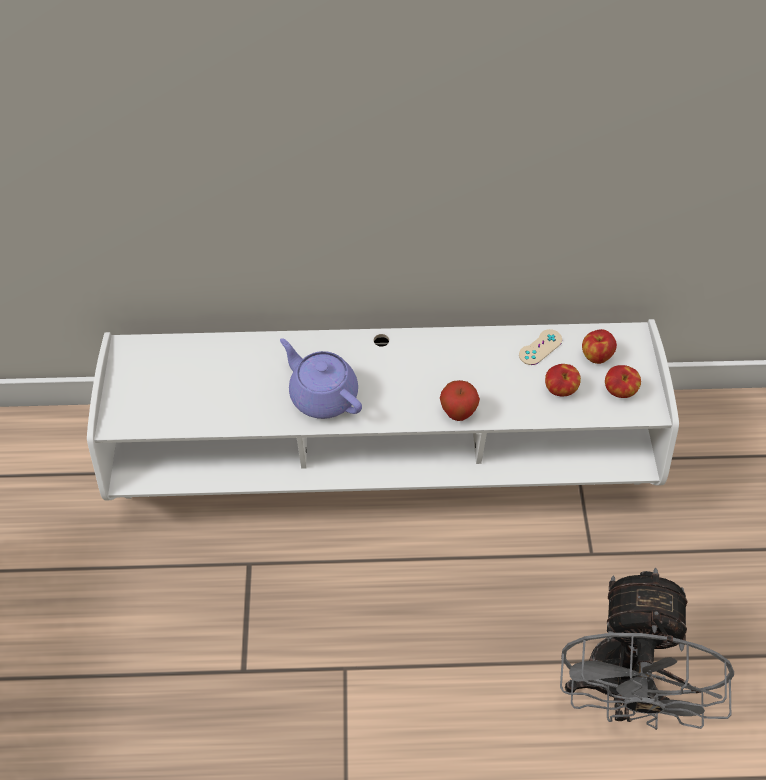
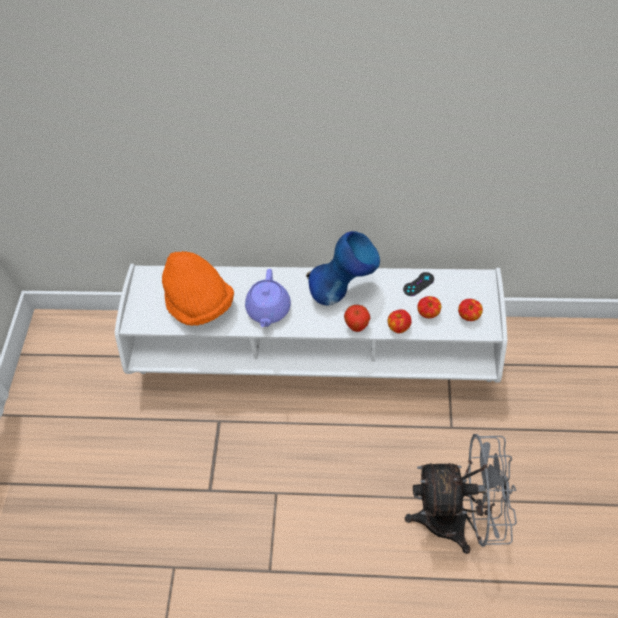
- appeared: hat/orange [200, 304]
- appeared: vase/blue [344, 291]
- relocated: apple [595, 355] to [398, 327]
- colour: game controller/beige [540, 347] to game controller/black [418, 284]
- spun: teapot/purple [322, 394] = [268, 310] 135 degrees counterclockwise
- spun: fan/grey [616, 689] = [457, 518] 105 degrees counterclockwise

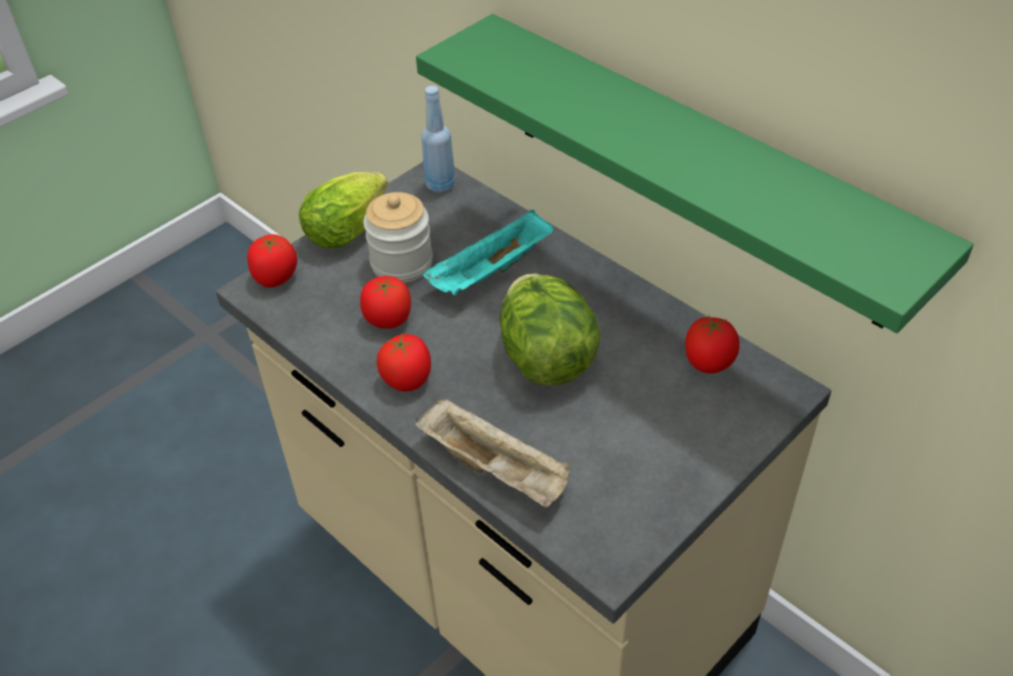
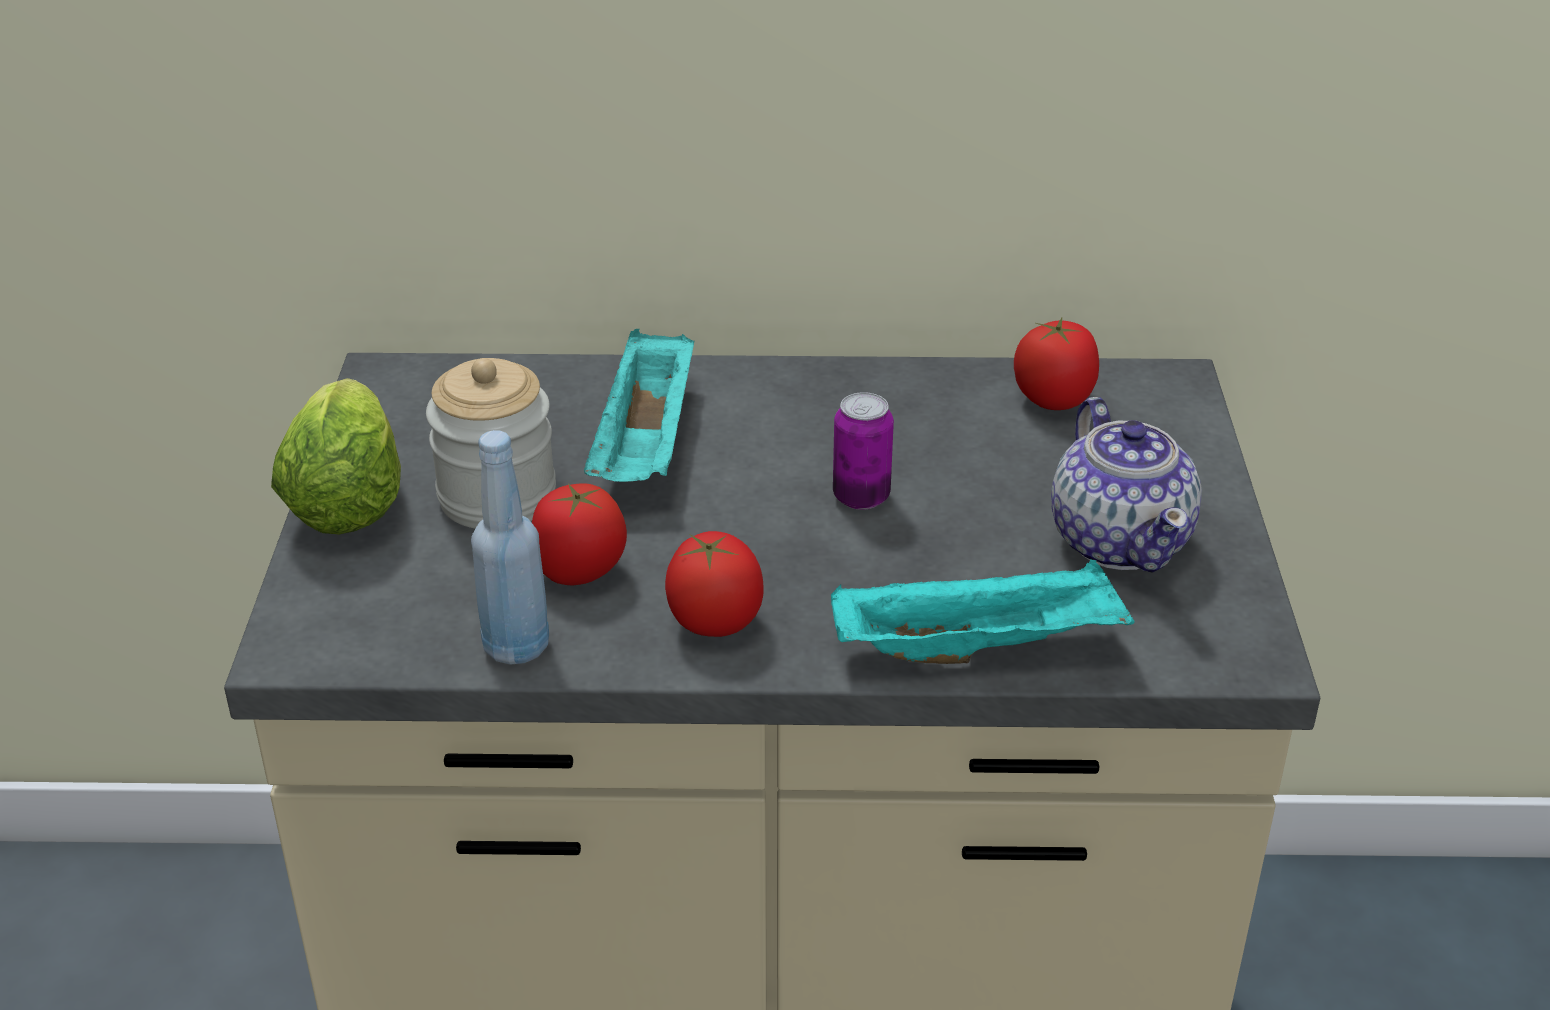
- missing: tomato [275, 278]
- missing: shelf/green [694, 168]
- appeared: teapot [1120, 540]
- relocated: bottle/blue [440, 185] to [516, 646]
- exchanged: lettuce [546, 358] to can [861, 497]
- colour: tray/beige [496, 469] to tray/turquoise [980, 646]

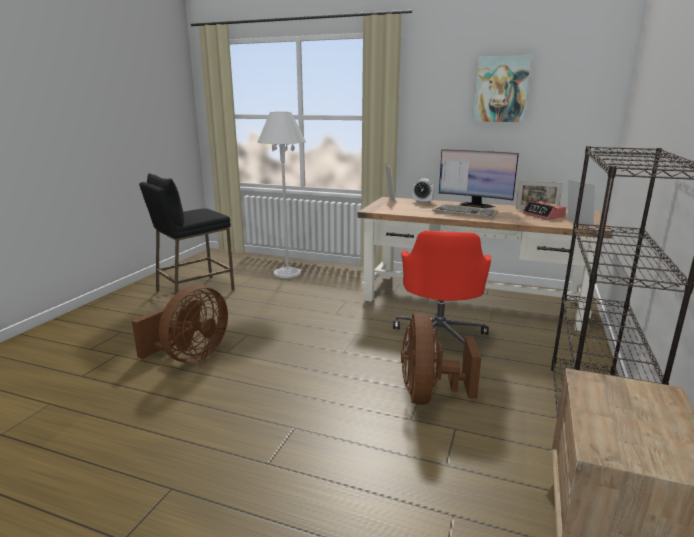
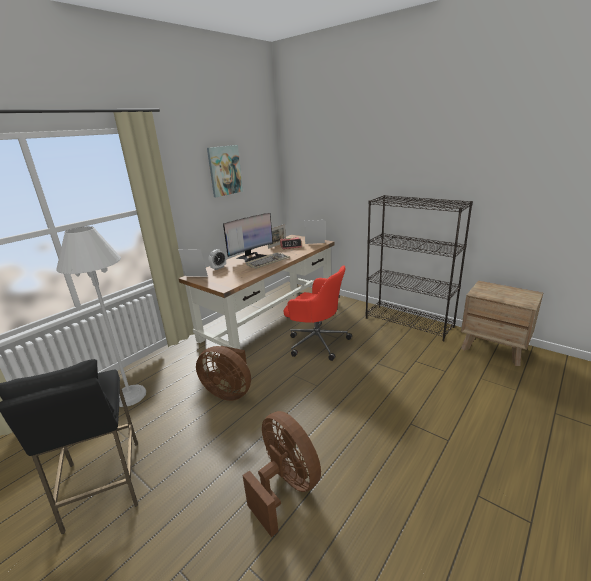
- relocated: fan/brown [429, 395] to [229, 392]

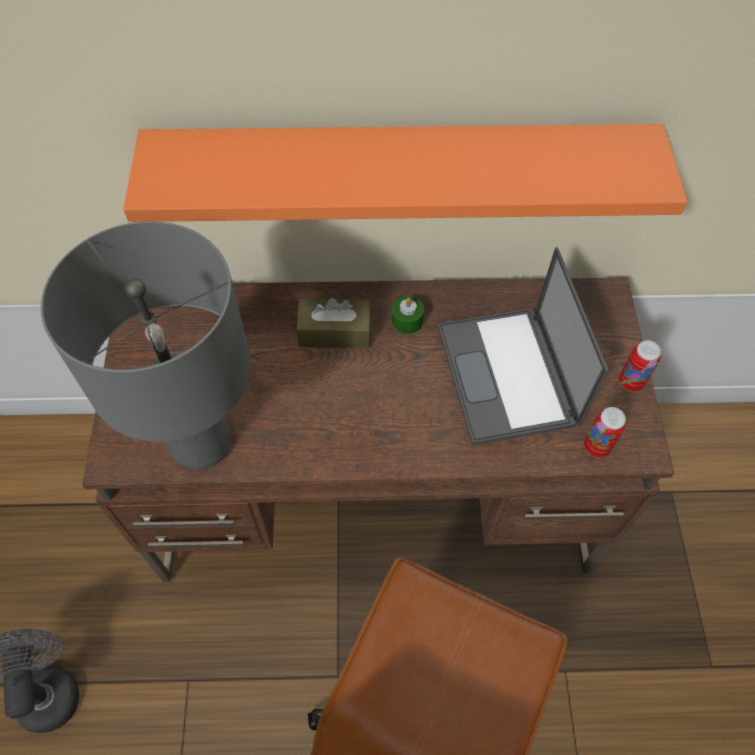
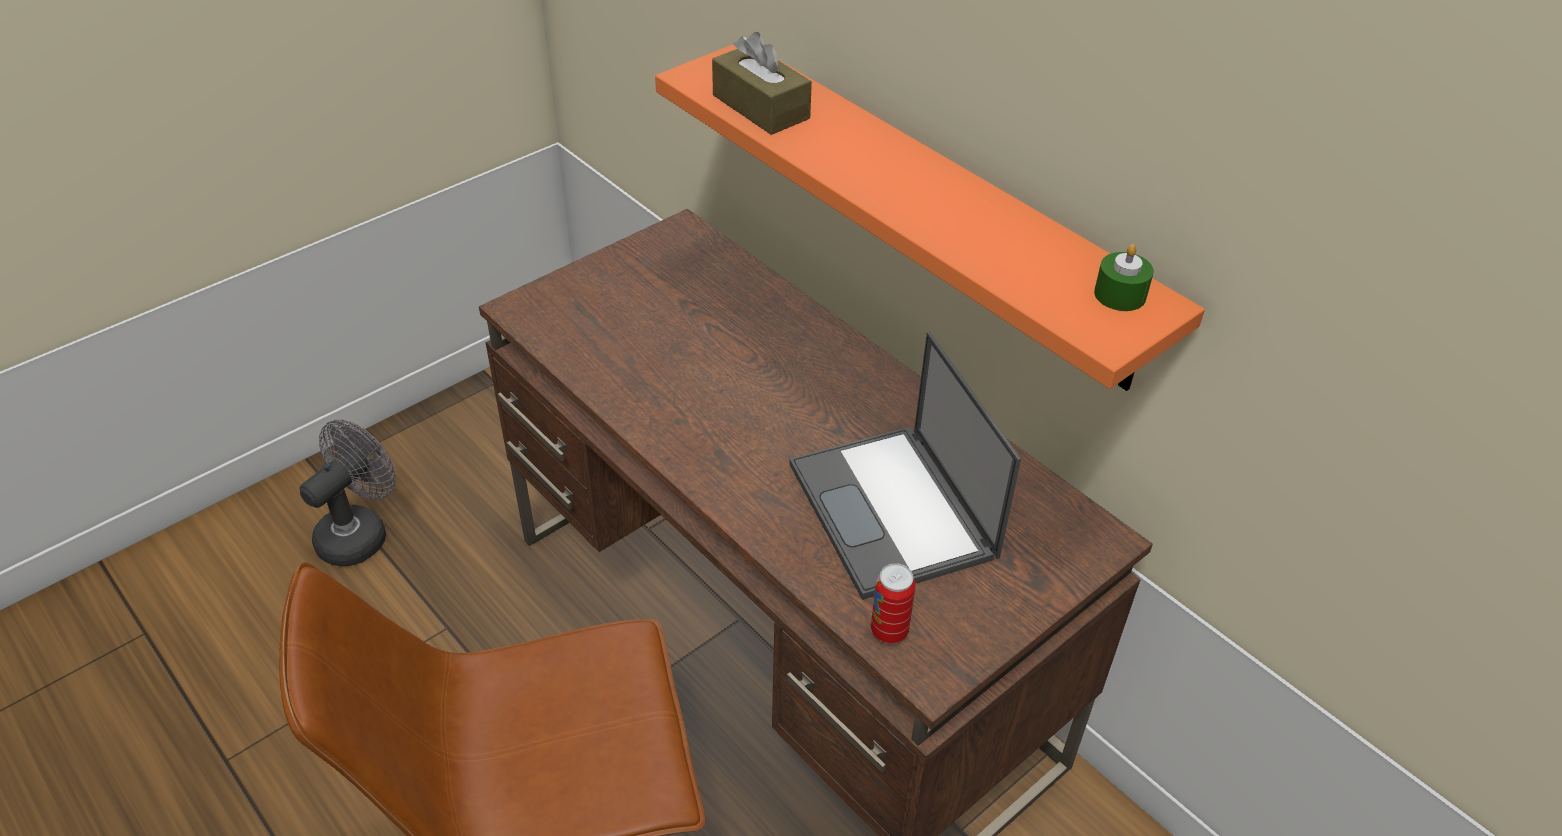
- missing: table lamp/grey [202, 444]
- missing: can [630, 382]
- relocated: tissue box/brown [335, 332] to [761, 107]
- relocated: candle/green [407, 320] to [1120, 294]
- spun: laptop [508, 376] = [894, 512] 60 degrees counterclockwise

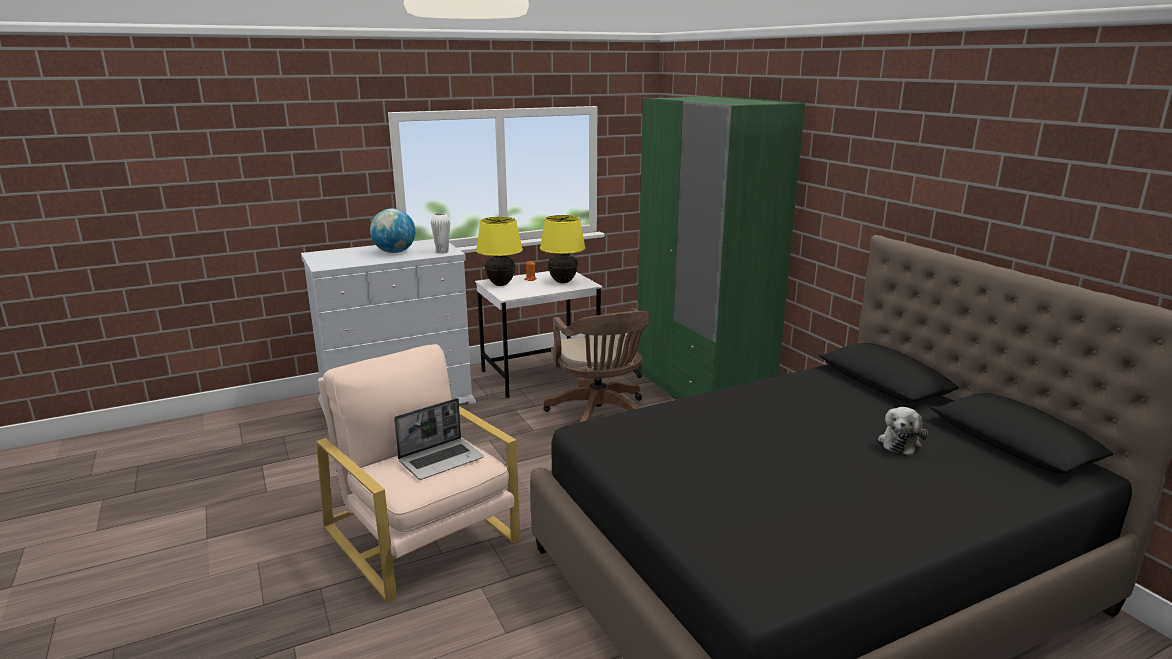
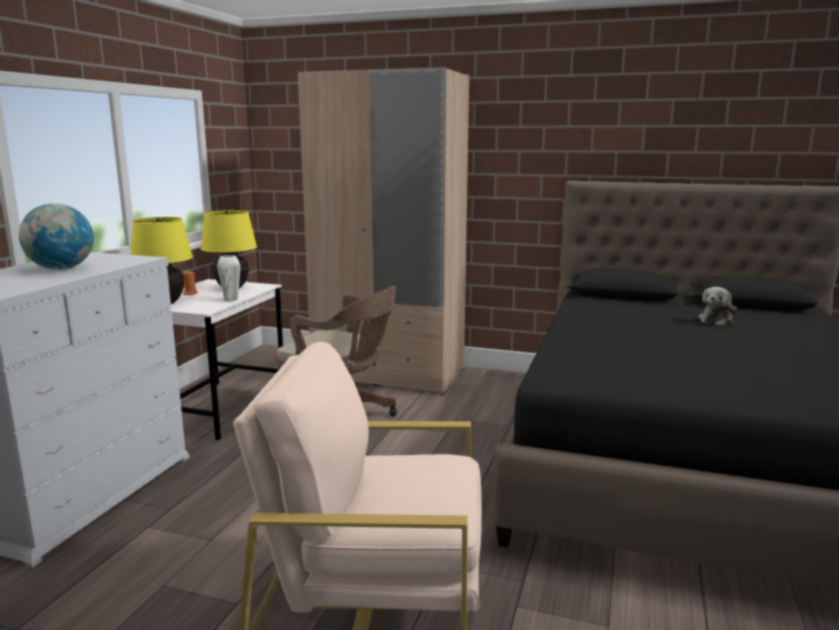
- missing: laptop [441, 460]
- relocated: vase/white [442, 252] to [231, 299]
- colour: wardrobe/green [701, 391] to wardrobe/beige [389, 373]
- spun: plush toy [900, 442] = [717, 320] 60 degrees clockwise

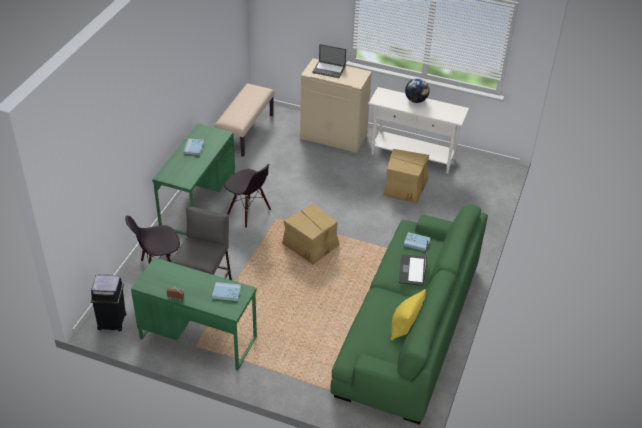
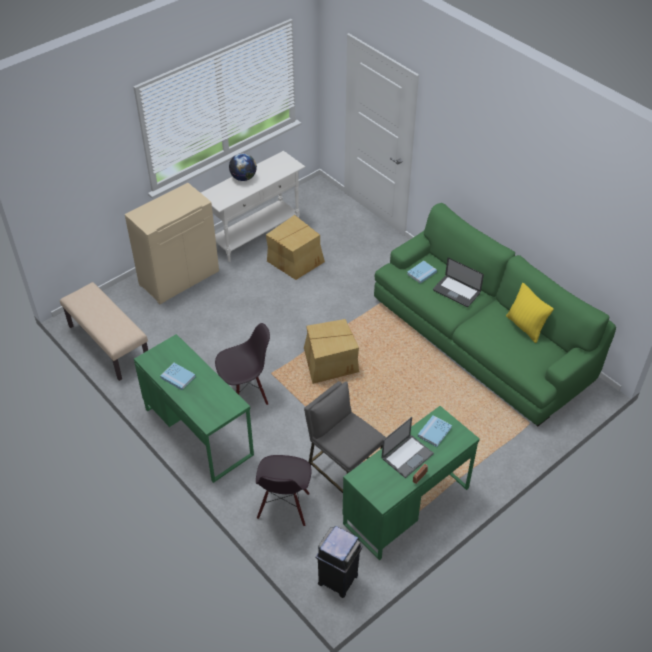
- relocated: laptop [329, 69] to [407, 455]

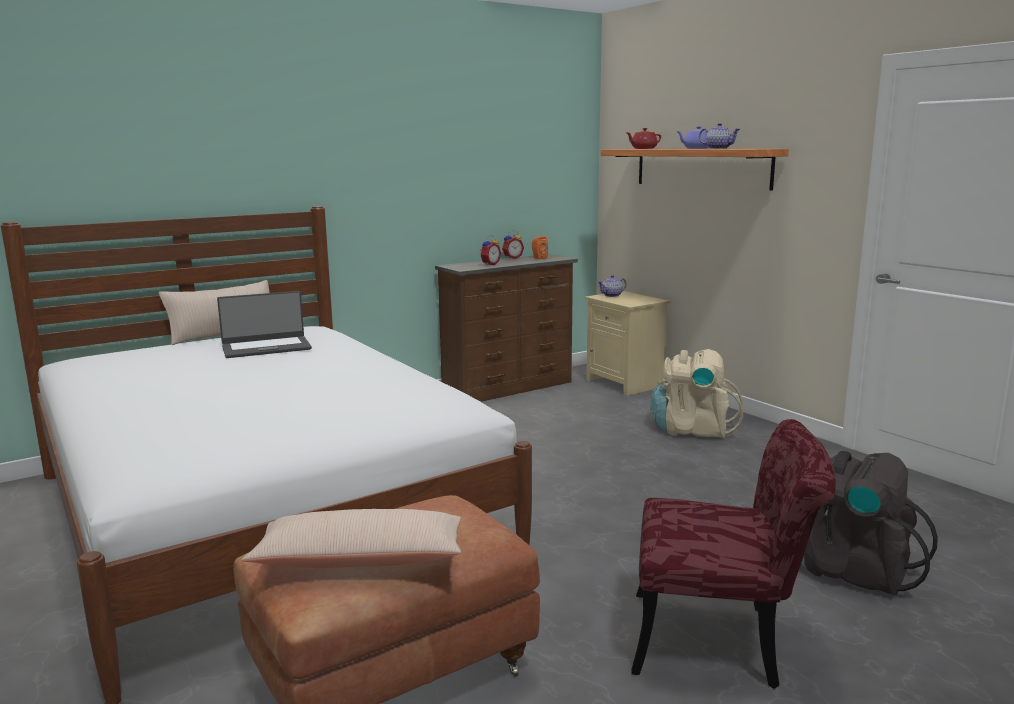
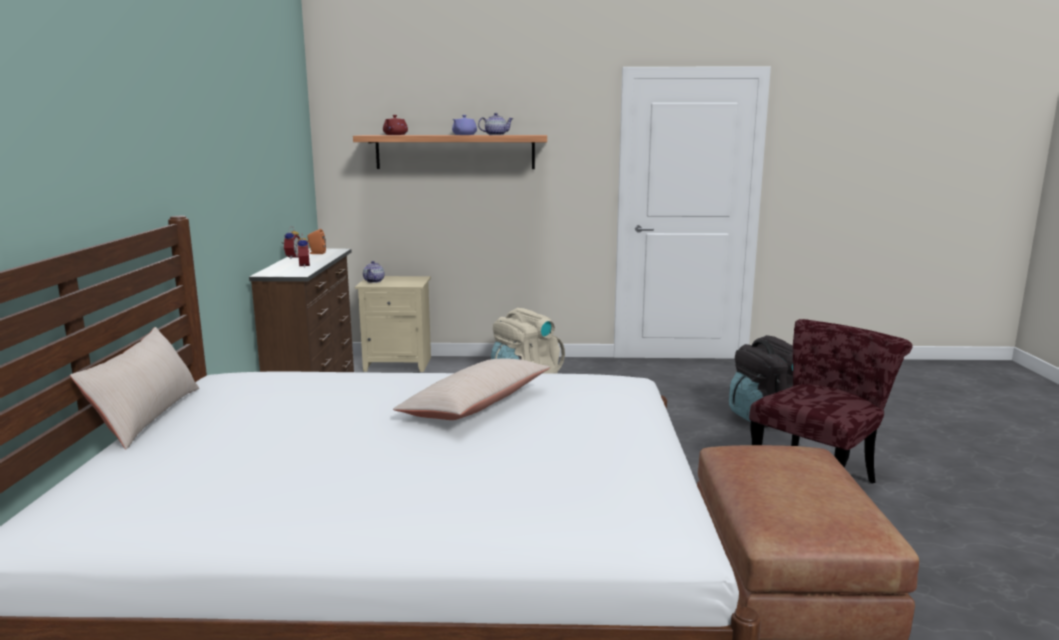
- missing: laptop [266, 347]
- relocated: pillow/beige [360, 560] to [476, 405]

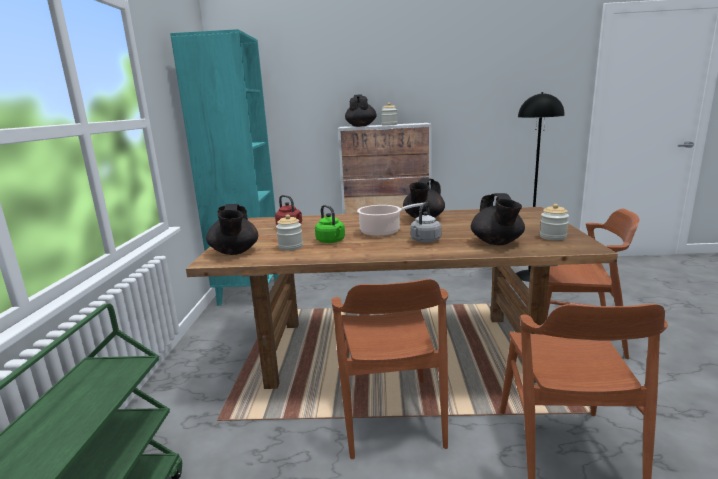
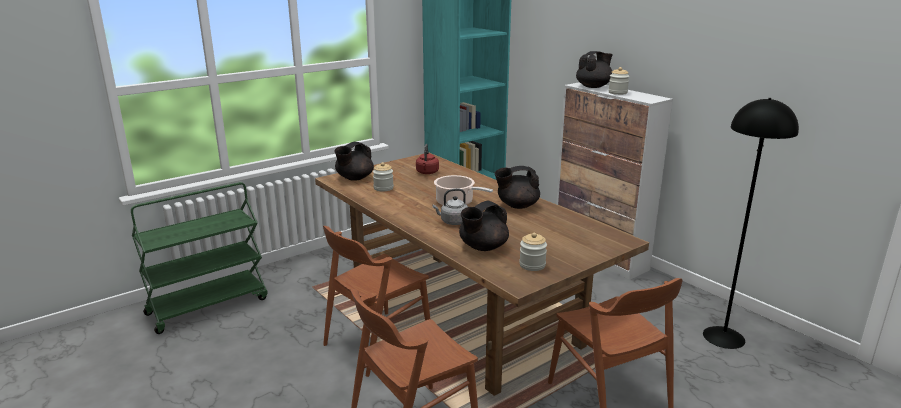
- missing: kettle/green [331, 241]

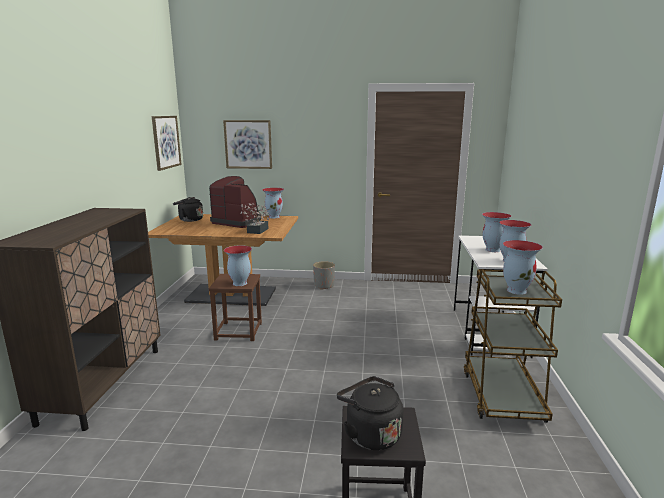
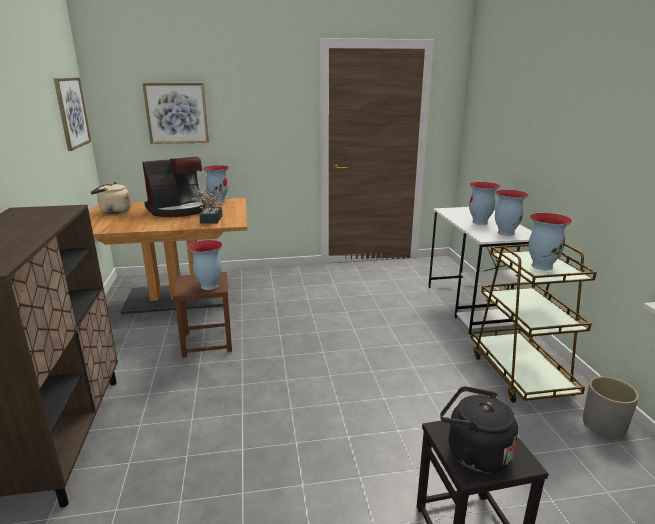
- relocated: planter/grey [324, 286] to [603, 425]
- colour: kettle/black [189, 220] to kettle/beige [113, 211]
- spun: coffee machine [237, 222] = [178, 210] 135 degrees clockwise

